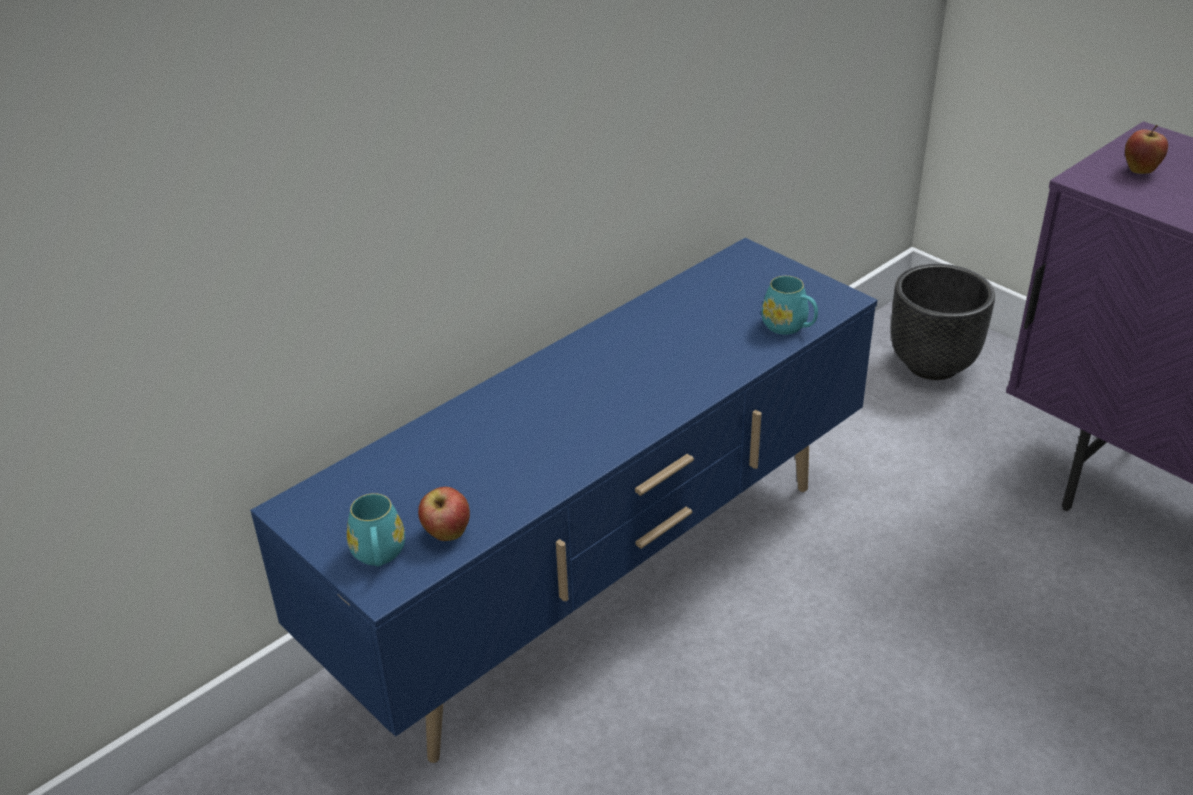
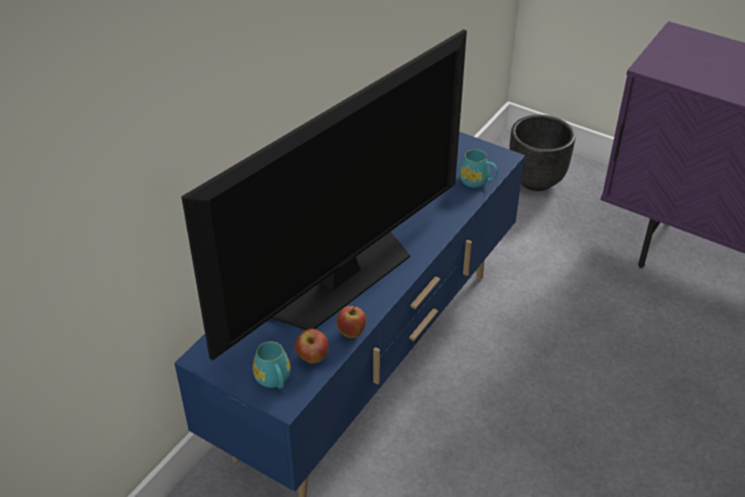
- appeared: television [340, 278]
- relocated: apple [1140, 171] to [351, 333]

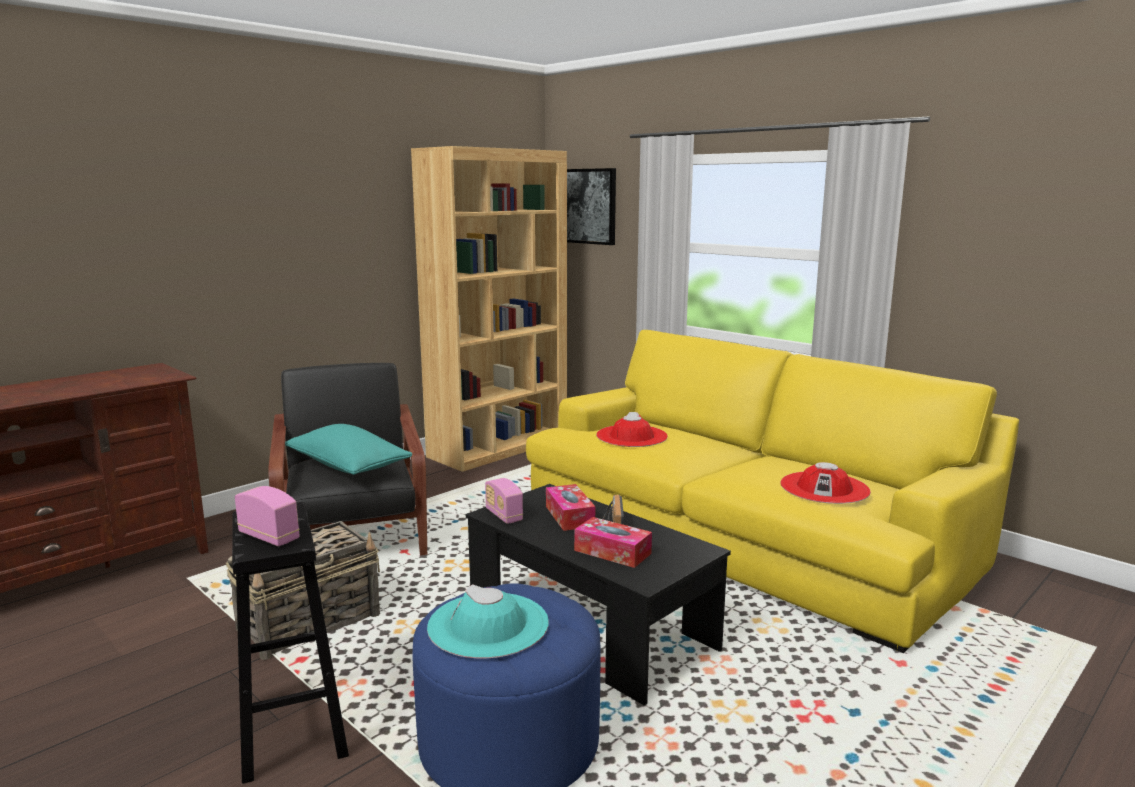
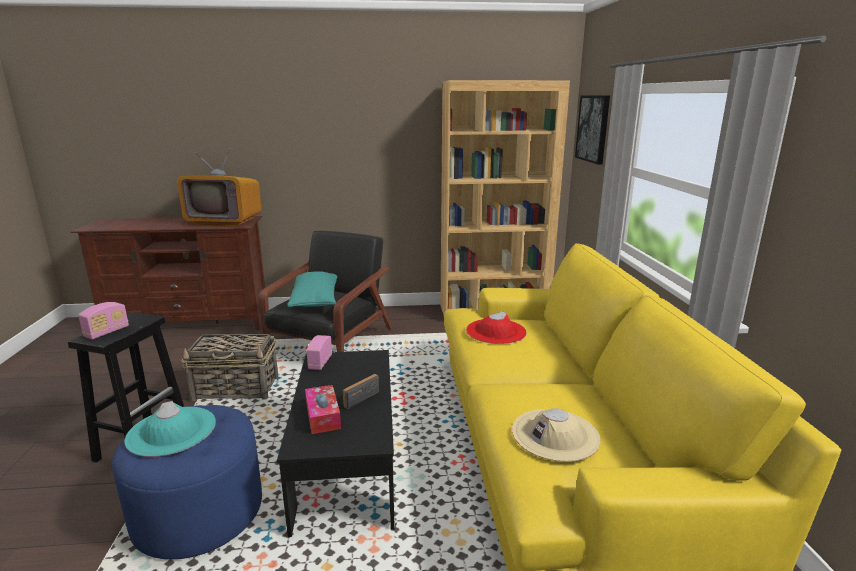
- missing: tissue box [569, 516]
- appeared: television [224, 221]
- colour: hat/red [824, 488] to hat/beige [555, 434]
- spun: radio [269, 536] = [107, 332] 45 degrees clockwise

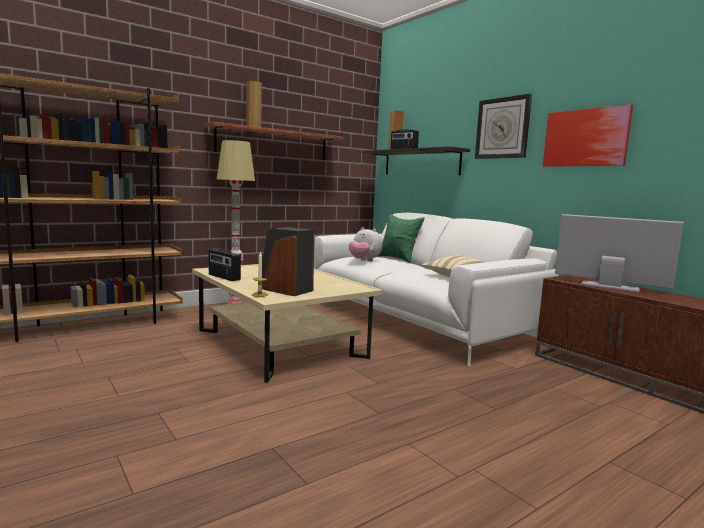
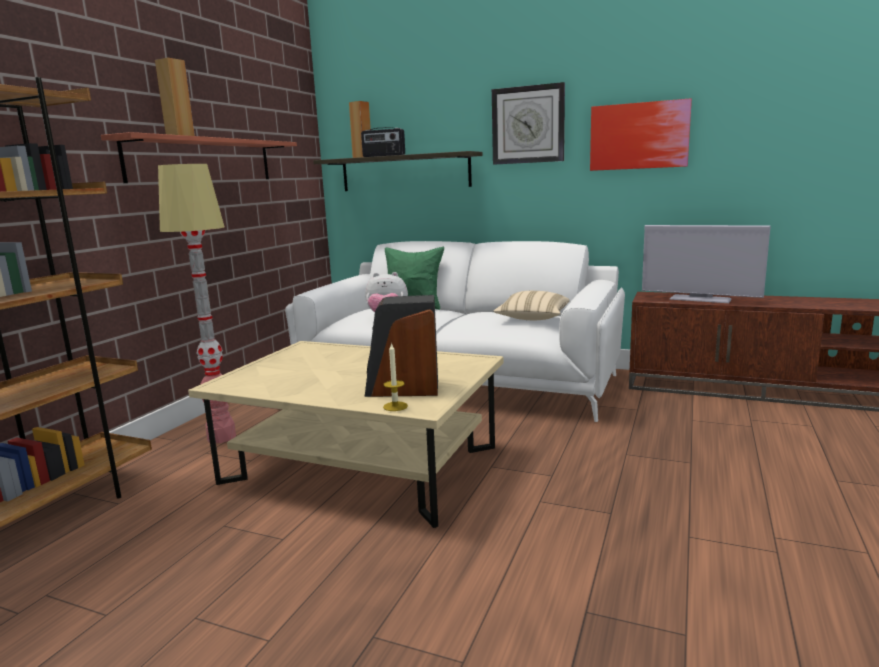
- missing: radio [223, 277]
- spun: television [609, 286] = [700, 299] 150 degrees counterclockwise

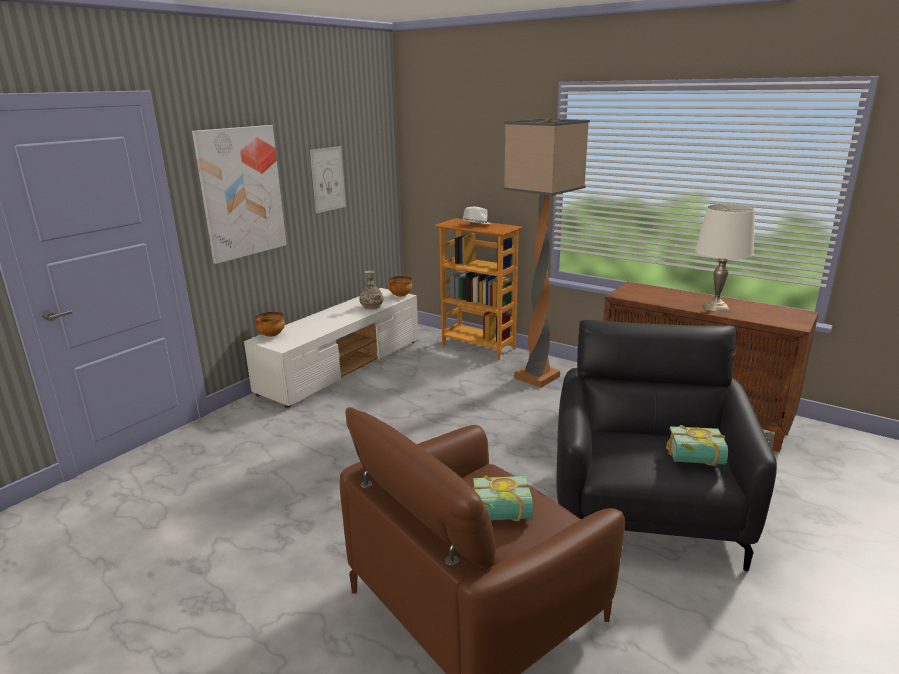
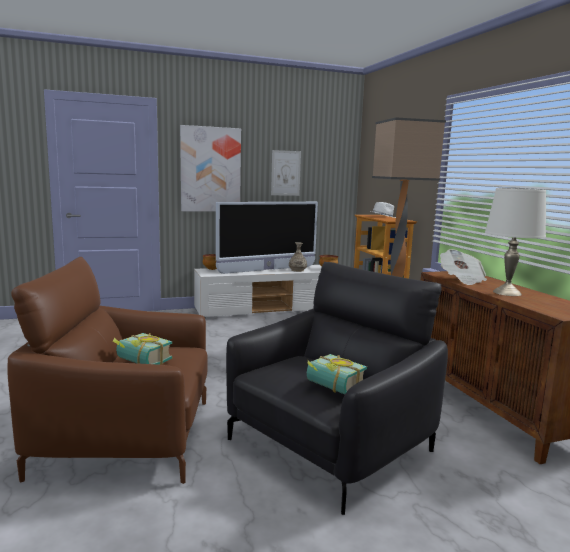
- appeared: television [267, 269]
- appeared: newspaper [461, 279]

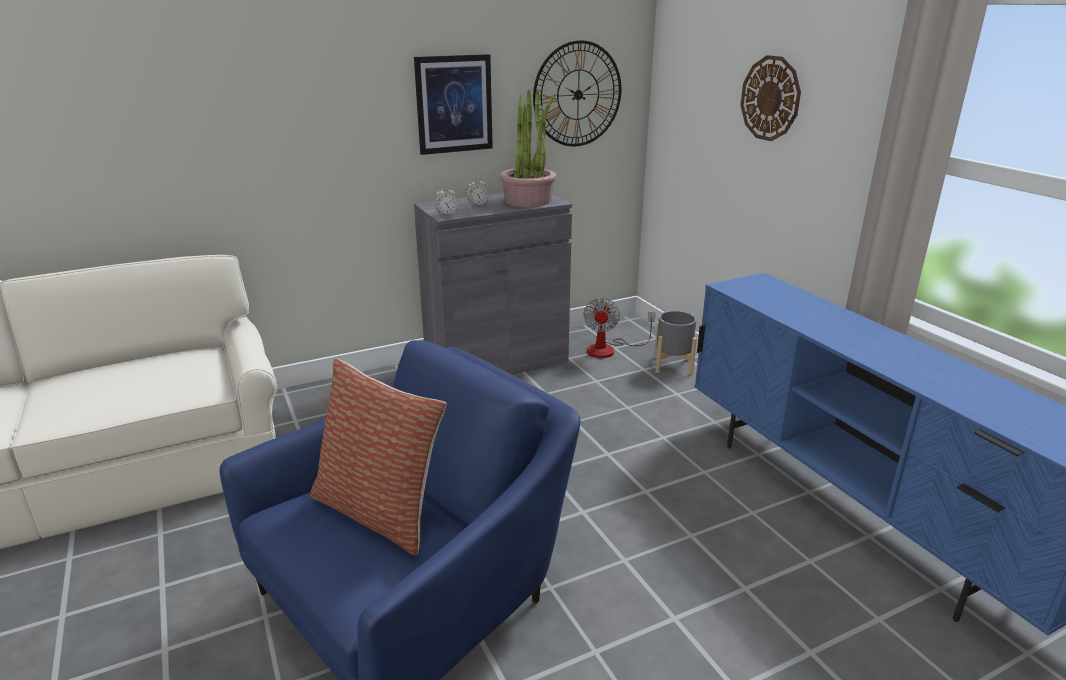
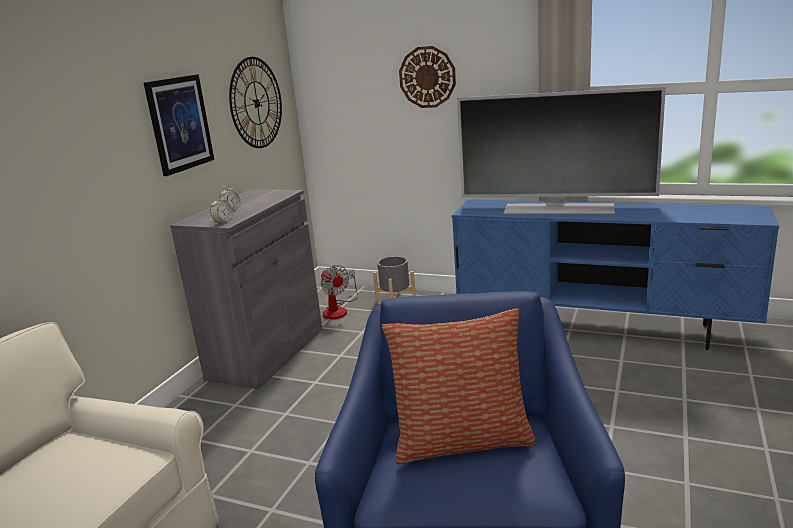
- missing: potted plant [528, 200]
- appeared: television [558, 209]

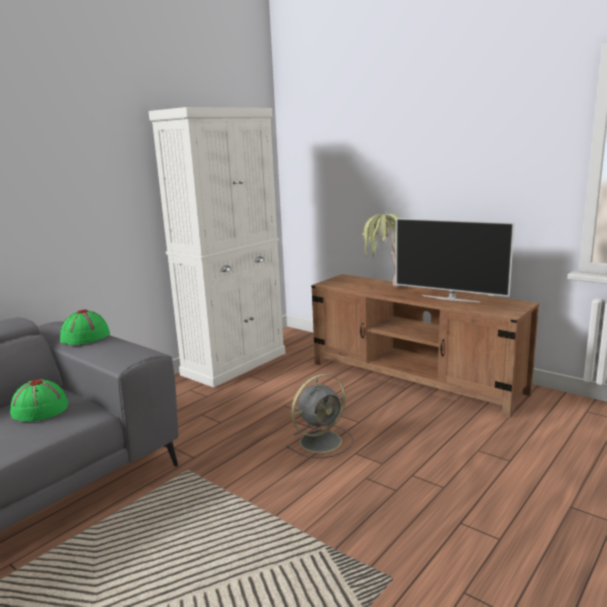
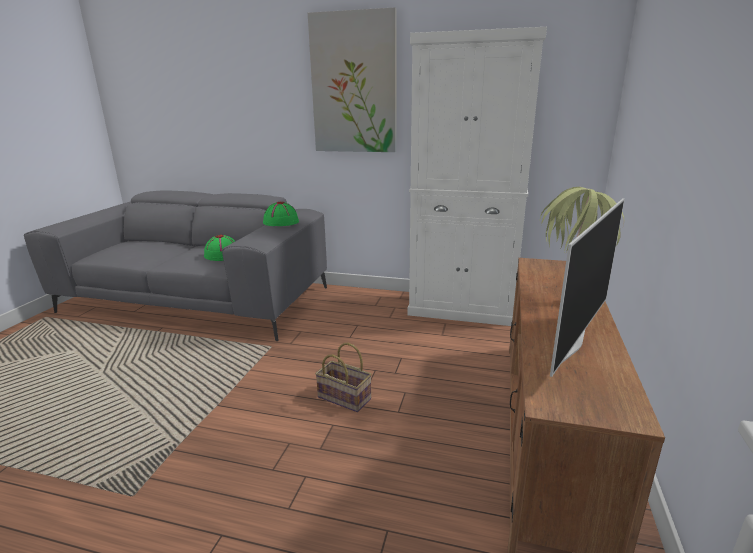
- appeared: picture [354, 84]
- exchanged: fan/grey [322, 441] to basket [346, 397]
- spun: television [450, 298] = [570, 344] 150 degrees counterclockwise

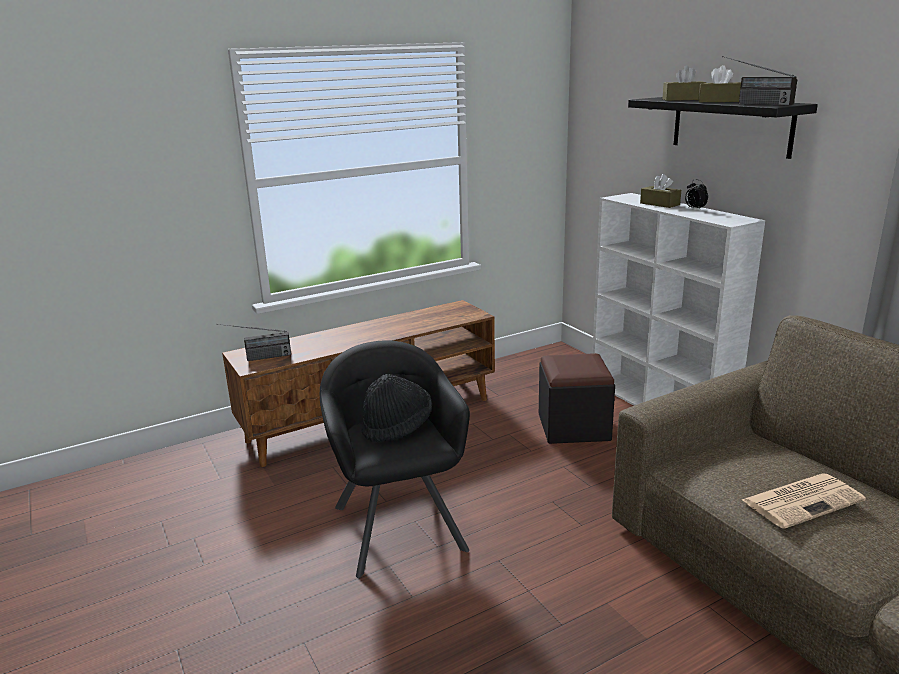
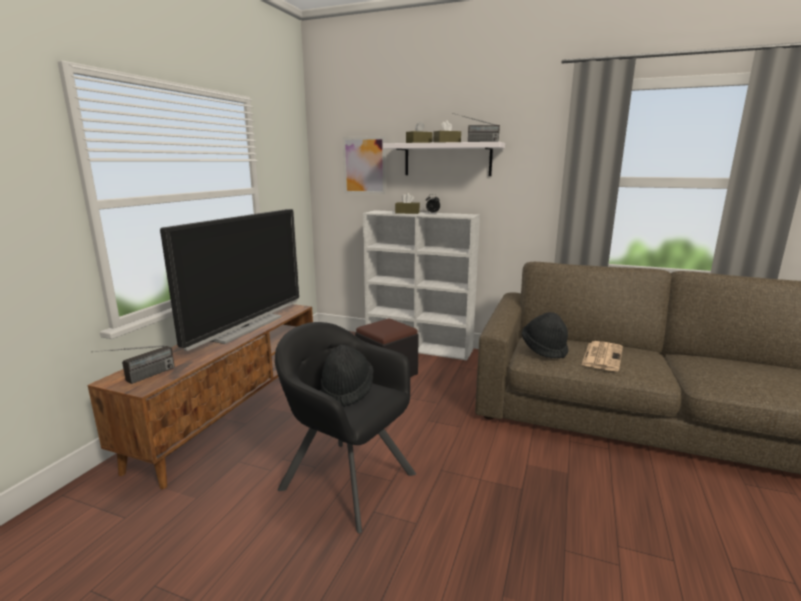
- appeared: television [245, 327]
- appeared: picture [364, 165]
- appeared: hat/black [544, 349]
- colour: shelf/black [731, 125] to shelf/white [447, 159]

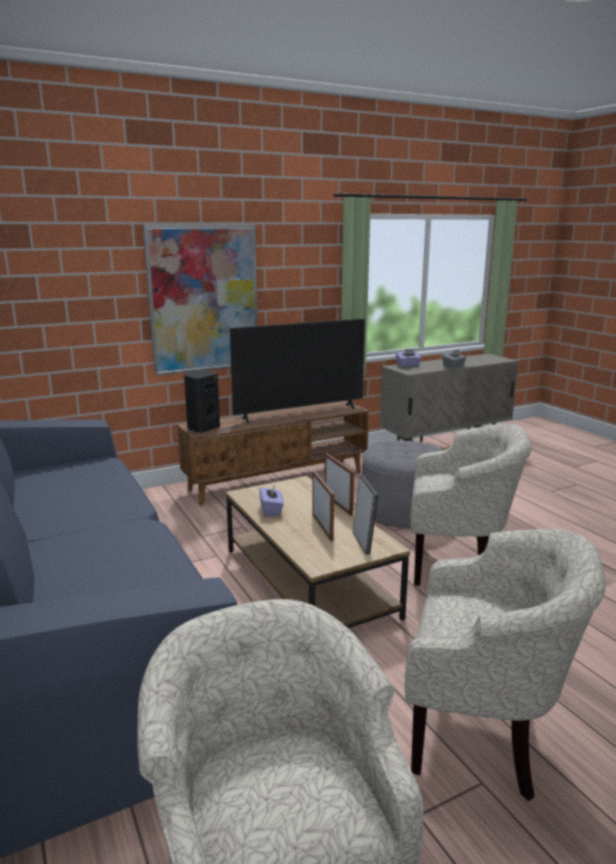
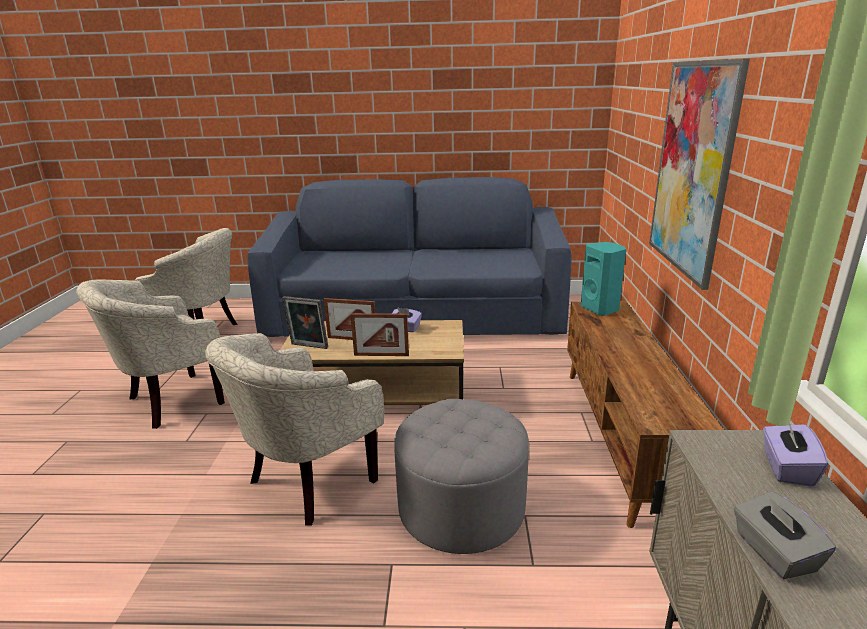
- missing: television [299, 413]
- colour: speaker/black [202, 428] to speaker/turquoise [601, 309]

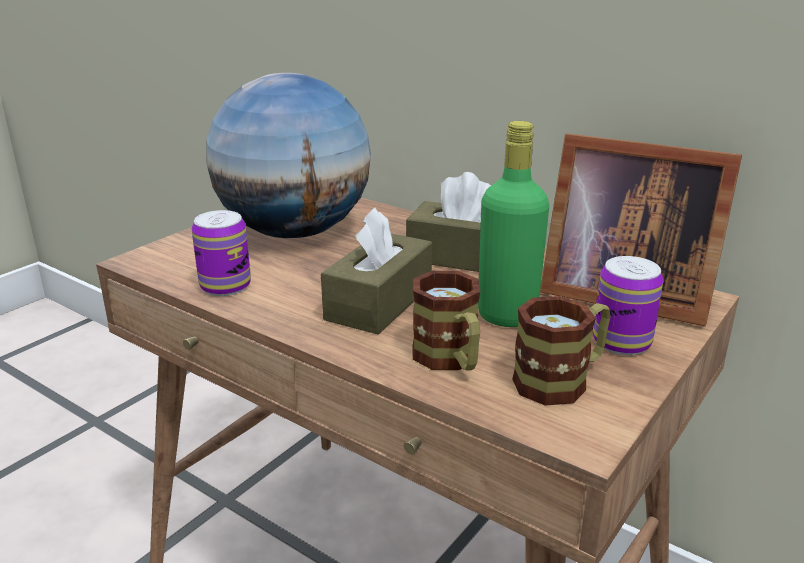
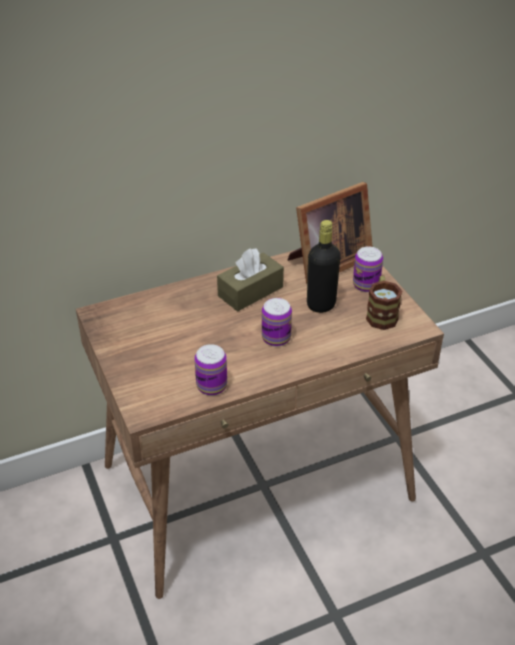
- missing: globe [294, 232]
- missing: mug [450, 360]
- exchanged: tissue box/brown [379, 302] to can [276, 338]
- colour: bottle/green [507, 316] to bottle/black [321, 304]

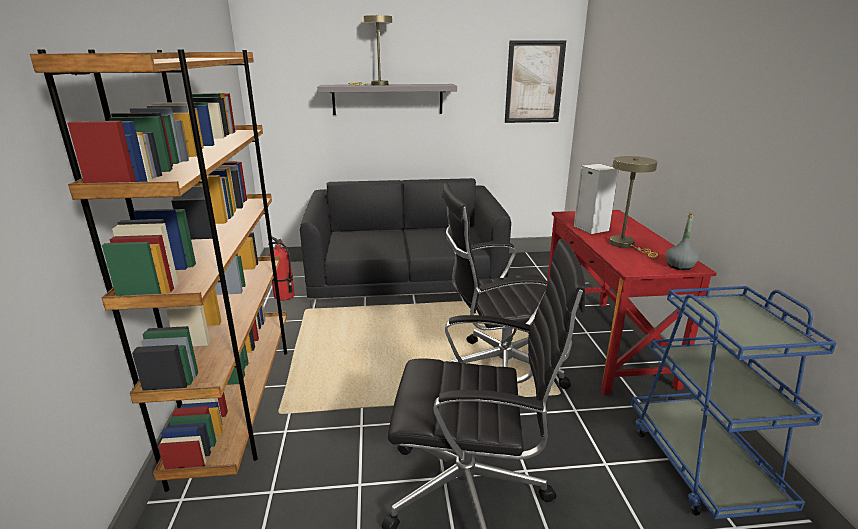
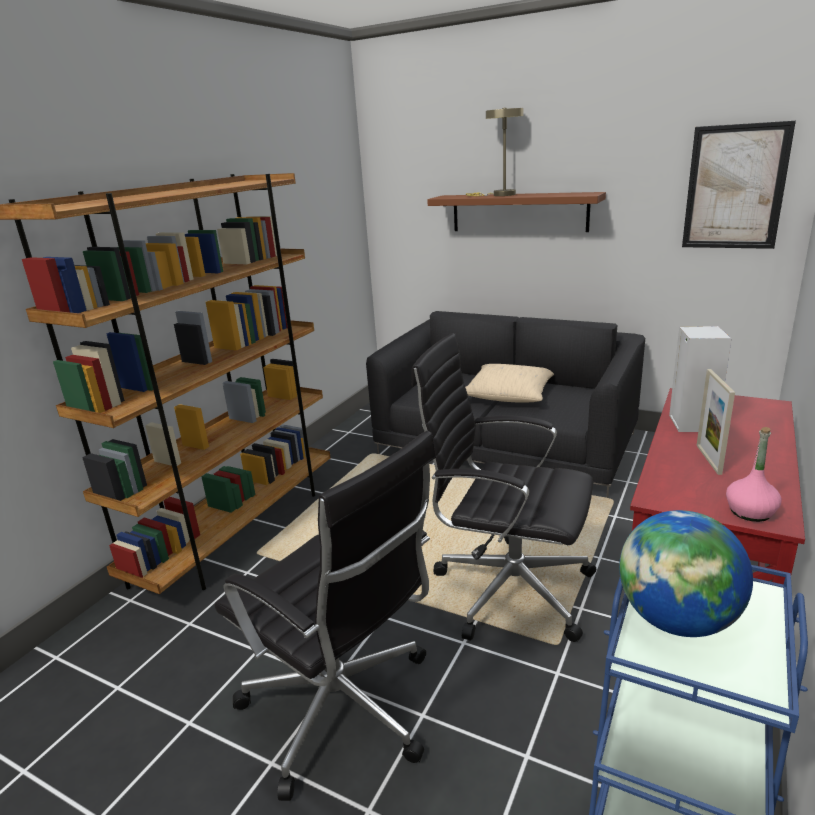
- missing: fire extinguisher [284, 296]
- appeared: pillow/beige [509, 394]
- appeared: globe [676, 620]
- exchanged: table lamp/beige [625, 245] to picture frame [708, 459]
- colour: shelf/grey [387, 99] to shelf/brown [518, 212]
- colour: bottle/grey [679, 266] to bottle/pink [750, 512]

